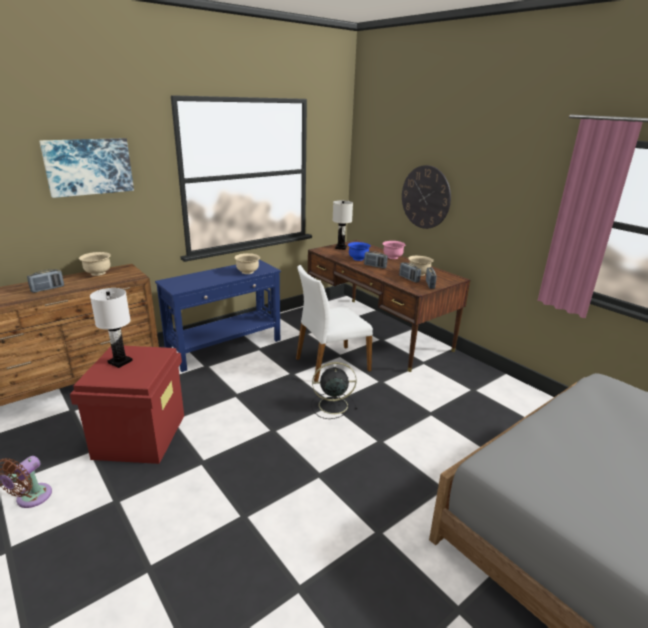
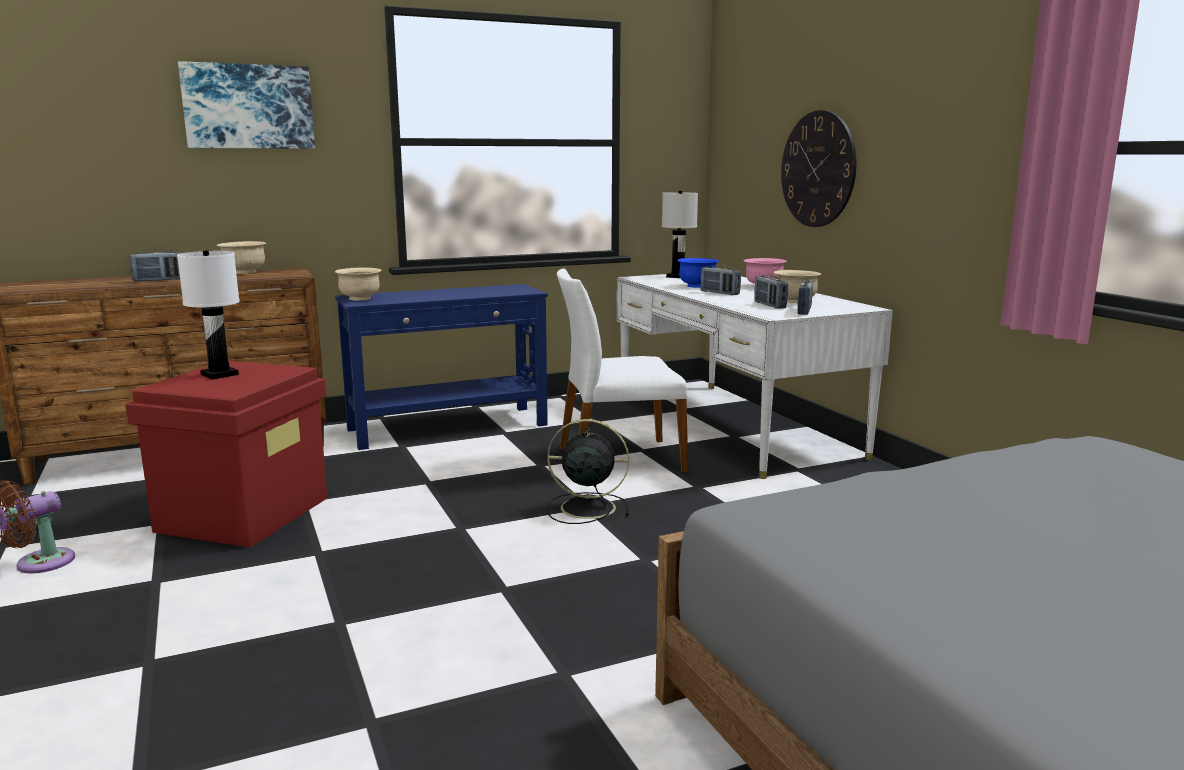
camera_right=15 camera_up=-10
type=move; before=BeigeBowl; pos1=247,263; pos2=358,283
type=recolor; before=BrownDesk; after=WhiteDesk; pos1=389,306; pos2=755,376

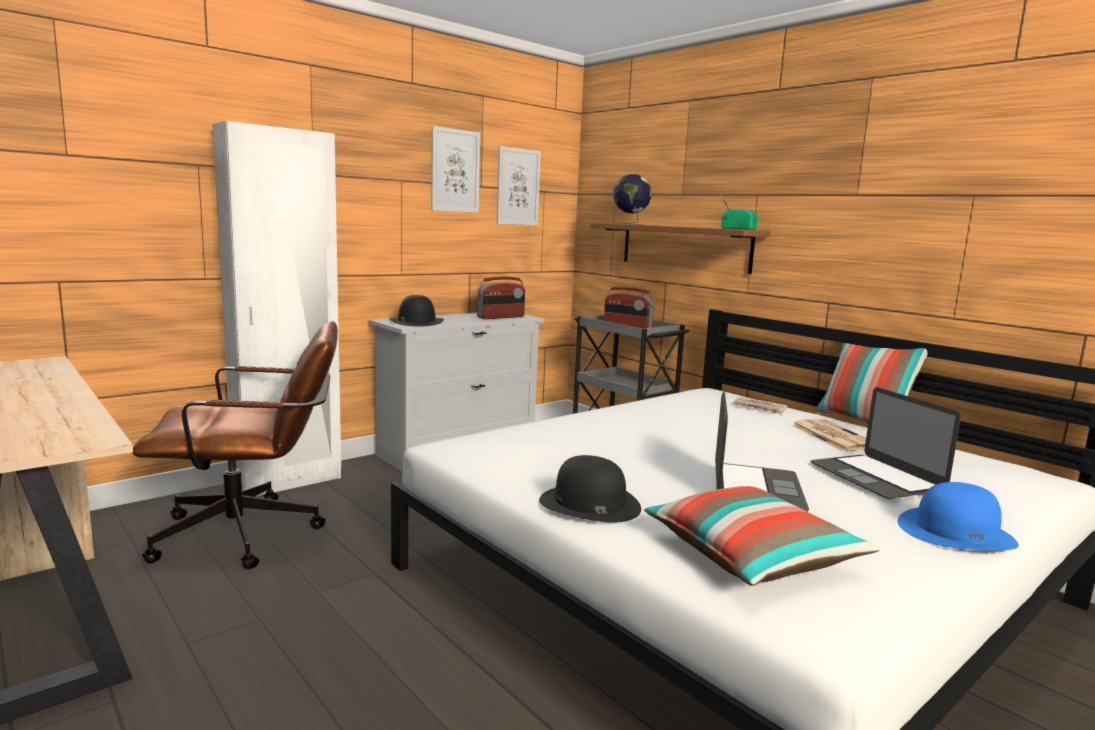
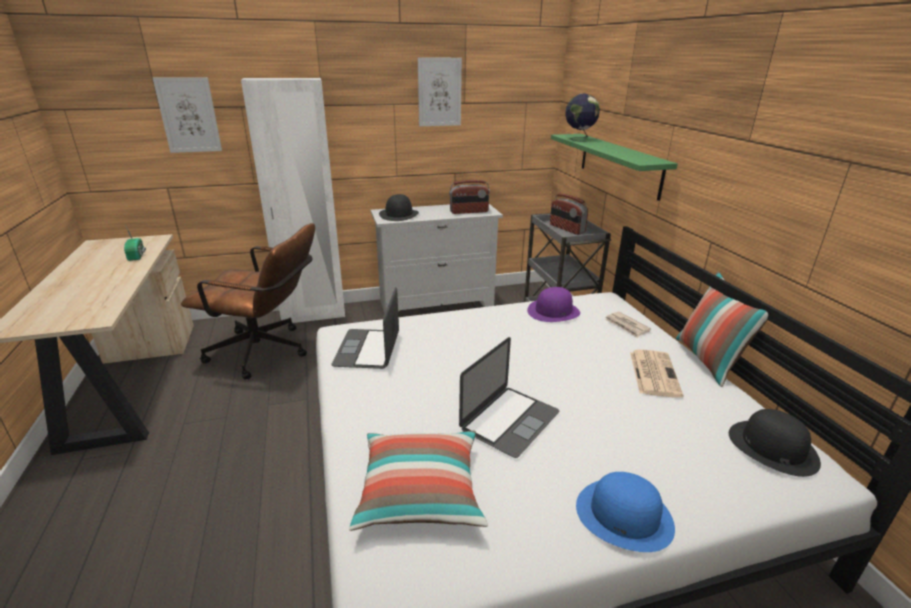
camera_right=25 camera_up=15
type=insert; after=PurpleHat; pos2=553,304
type=move; before=Picture; pos1=519,185; pos2=187,115
type=move; before=BlackHat; pos1=590,489; pos2=775,443
type=move; before=Radio; pos1=739,212; pos2=135,244
type=move; before=Laptop; pos1=886,443; pos2=365,328
type=recolor; before=BrownShelf; after=GreenShelf; pos1=680,248; pos2=614,167

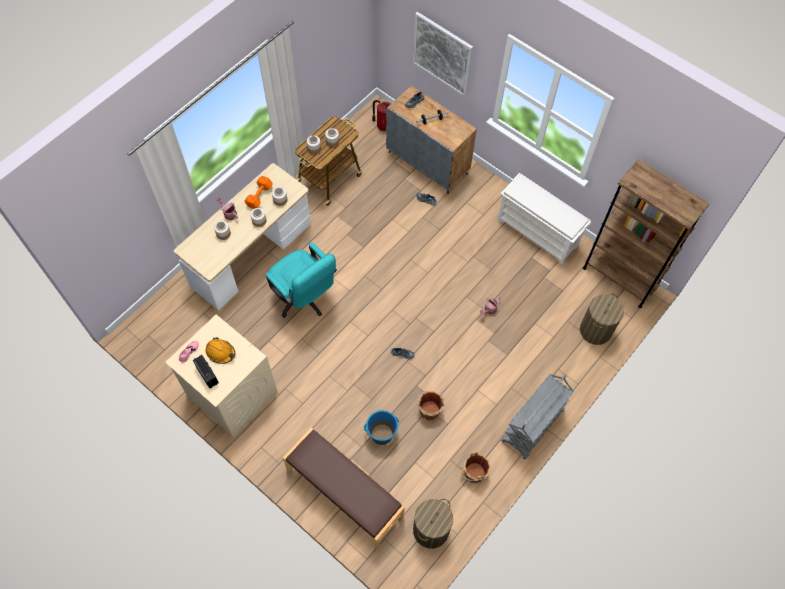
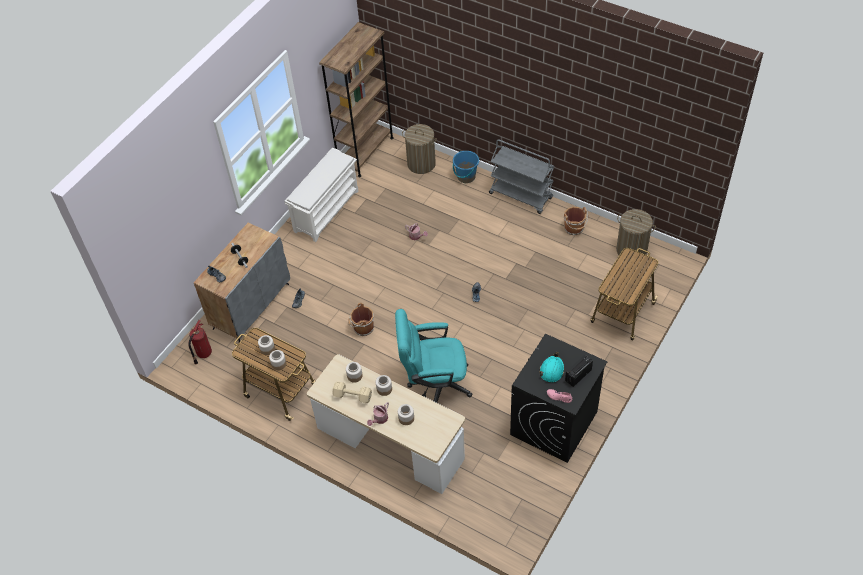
camera_right=-95 camera_up=-10
type=delete; before=Picture; pos1=443,54
type=move; before=BlueBucket; pos1=381,427; pos2=466,167
type=move; before=BrownBucket; pos1=431,405; pos2=361,319
type=replace; before=BrownBench; after=Cart; pos1=344,488; pos2=624,294
type=recolor; before=BeigeWashingMachine; after=BlackWashingMachine; pos1=221,375; pos2=559,398
type=recolor; before=OrangeHardHat; after=TurquoiseHardHat; pos1=220,350; pos2=552,367
type=recolor; before=OrangeDumbbell; after=BeigeDumbbell; pos1=259,192; pos2=352,392
type=rotate; before=TurquoiseOfficeChair; pos1=301,280; pos2=434,356; turn=-135

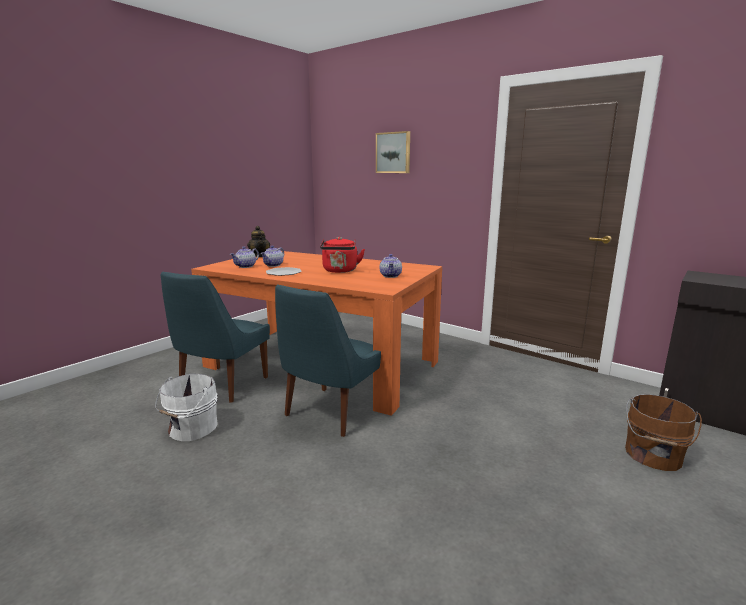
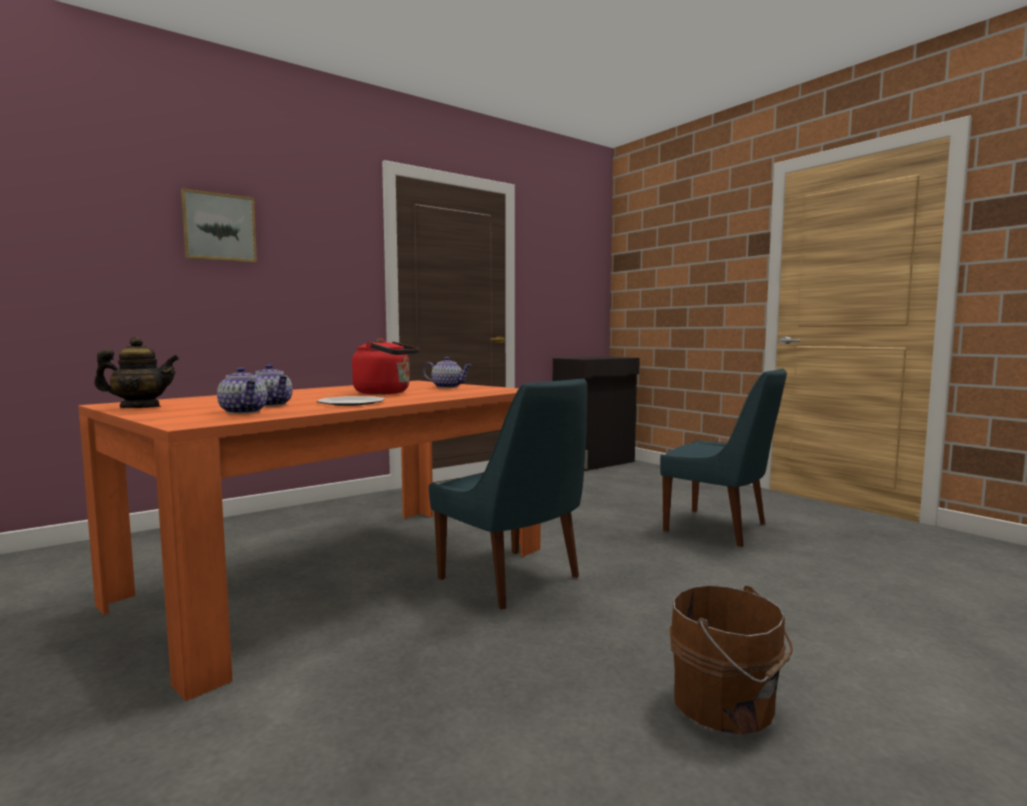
camera_right=-75 camera_up=-10
type=delete; before=WhiteBucket; pos1=186,407
type=move; before=BlueChair; pos1=215,337; pos2=723,457
type=move; before=BrownBucket; pos1=663,432; pos2=731,660

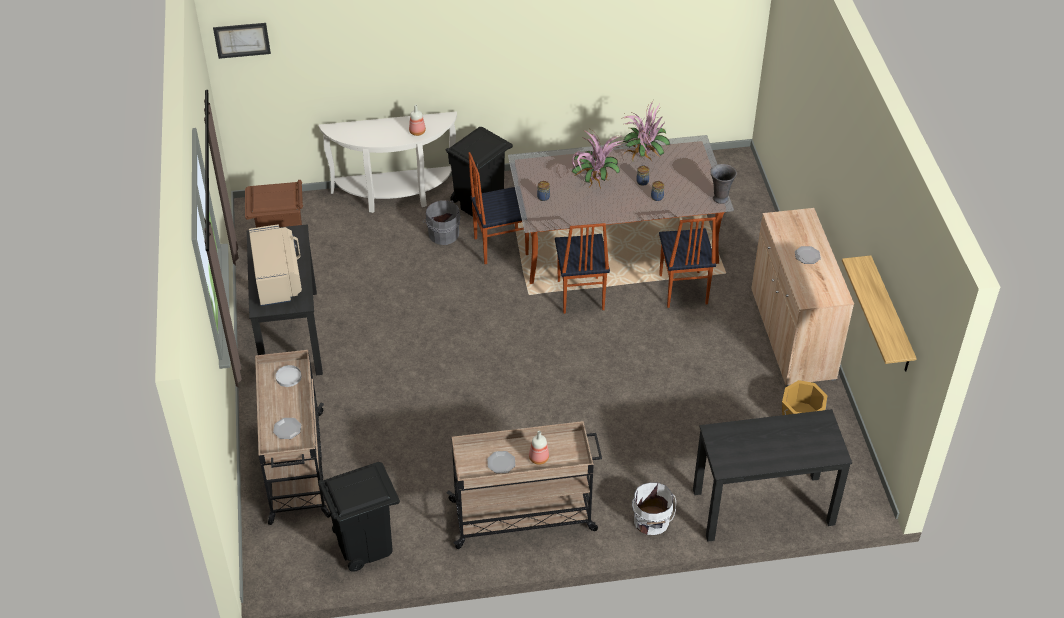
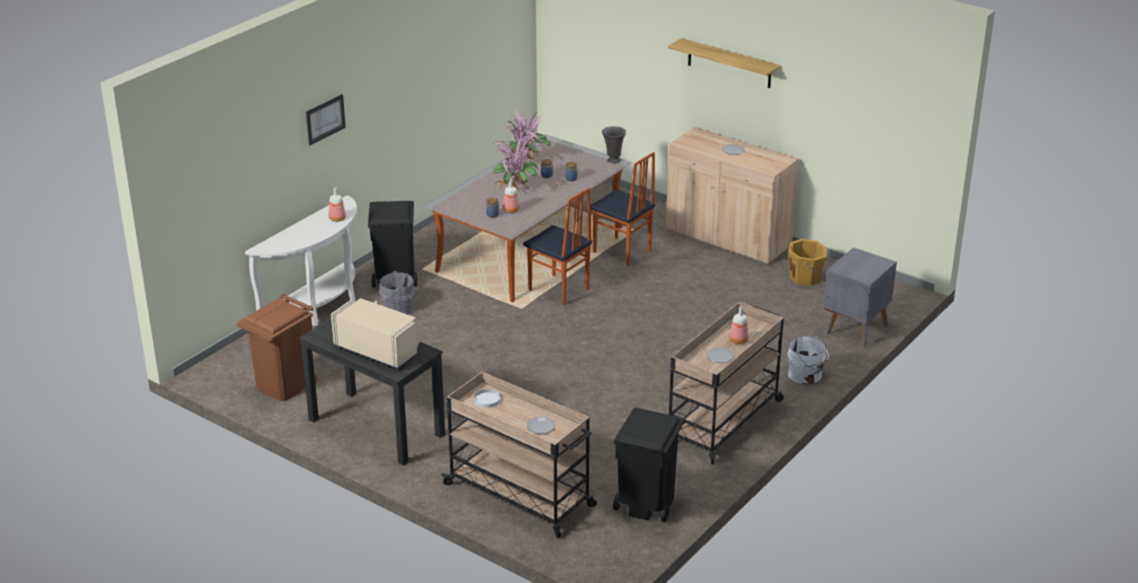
camera_right=-45 camera_up=-15
type=delete; before=Chair; pos1=499,208
type=insert; after=Bottle; pos2=511,196
type=move; before=Picture; pos1=242,41; pos2=326,119
type=move; before=Shelf; pos1=879,313; pos2=724,63
type=replace; before=BlackDesk; after=GreyNightstand; pos1=772,475; pos2=860,297

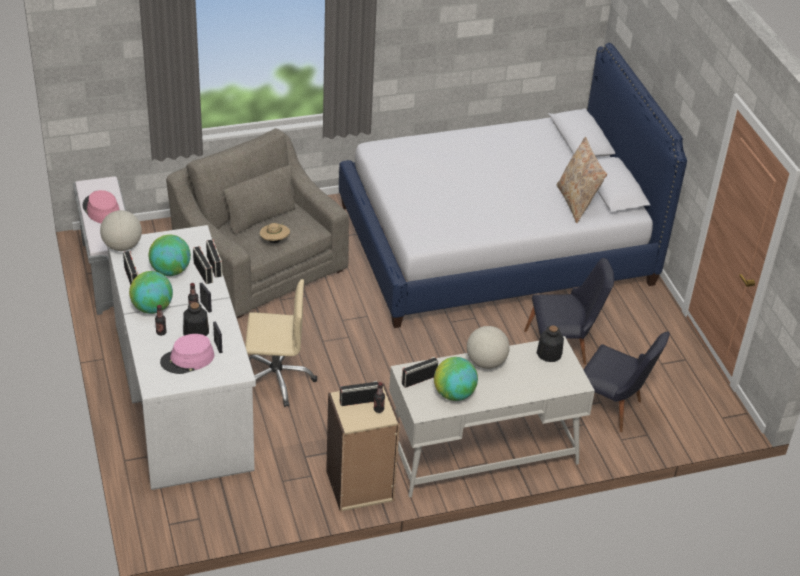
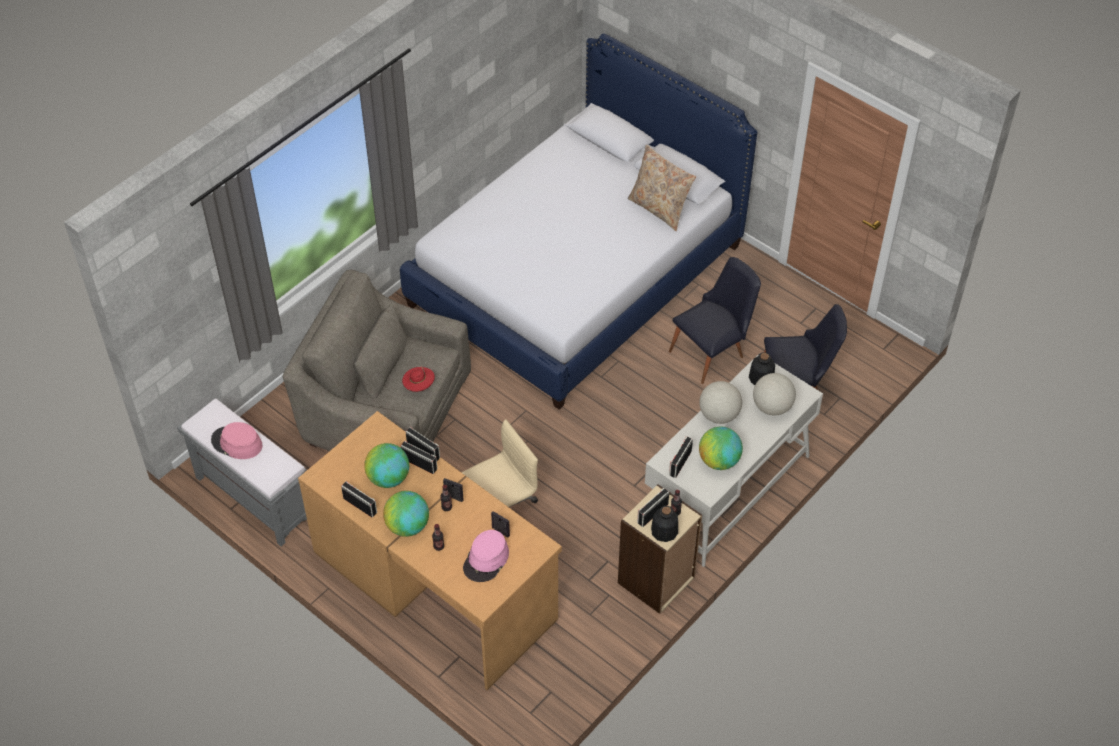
camera_right=-30 camera_up=10
type=move; before=Globe; pos1=121,230; pos2=774,394
type=move; before=Bottle; pos1=196,319; pos2=664,524
type=recolor; before=WhiteDesk; after=BrownDesk; pos1=181,357; pos2=430,550
type=recolor; before=BeigeHat; after=RedHat; pos1=275,232; pos2=418,379

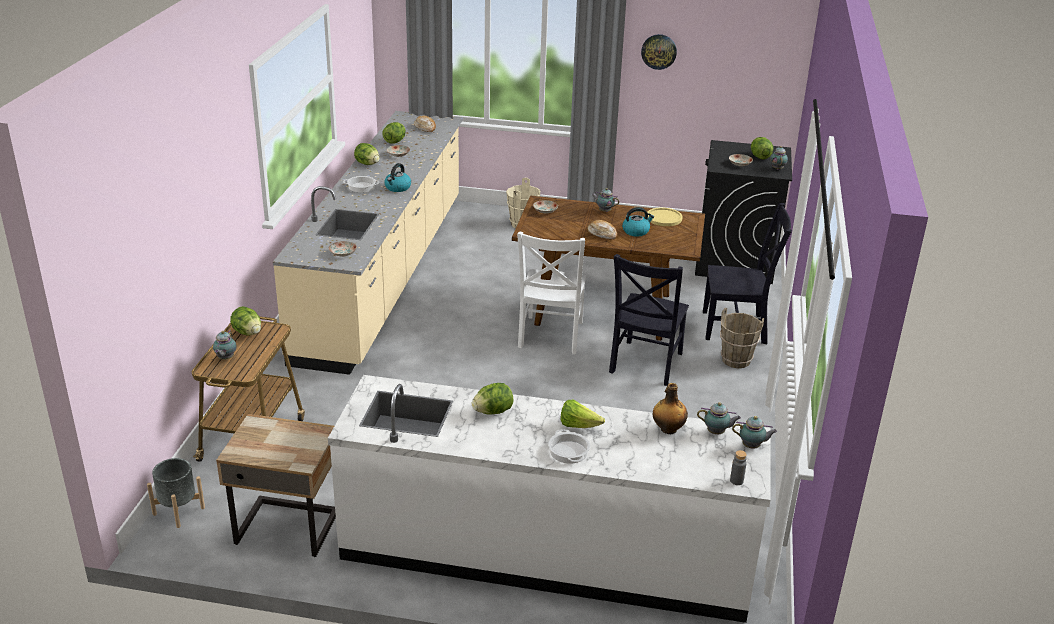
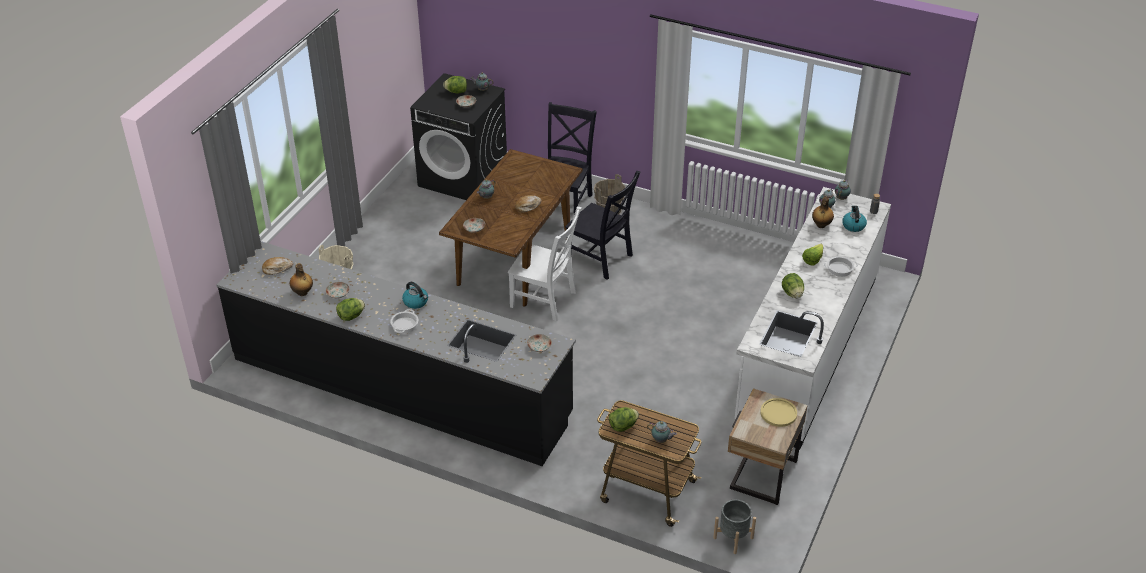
camera_right=-75 camera_up=10
type=delete; before=WallClock; pos1=659,52
type=move; before=Kettle; pos1=638,222; pos2=854,219
type=move; before=YellowPlate; pos1=665,217; pos2=778,412
type=replace; before=Lettuce; after=Bottle; pos1=394,132; pos2=301,279
type=recolor; before=BeigeCounter; after=BlackCounter; pos1=368,243; pos2=396,353

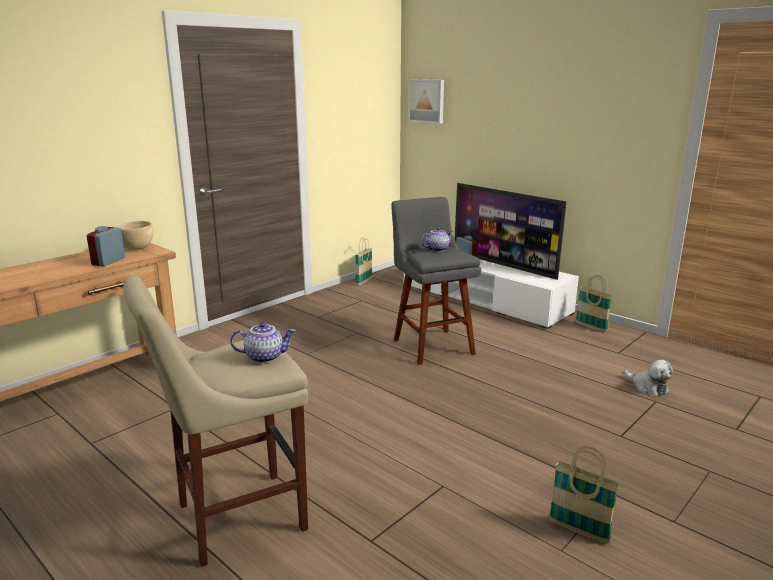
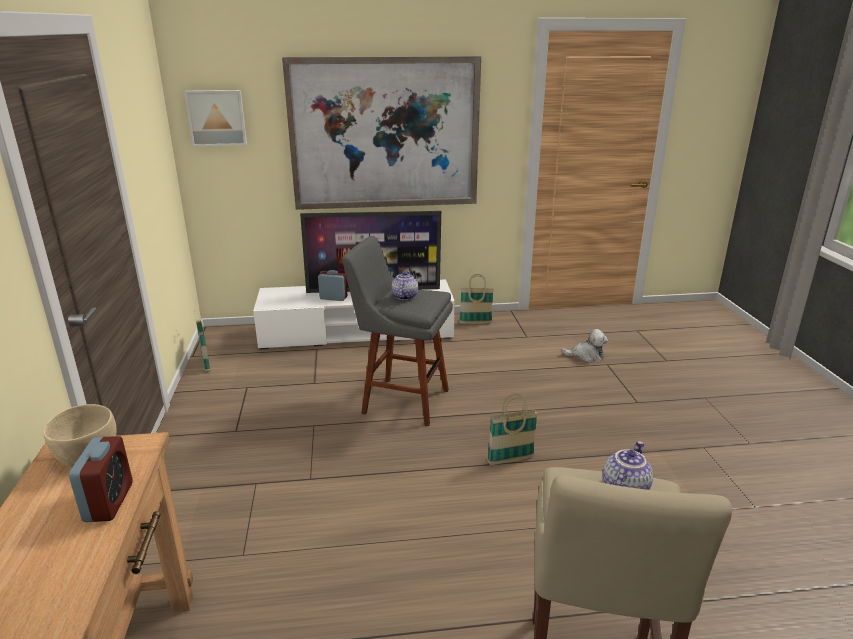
camera_right=-50 camera_up=5
type=insert; after=Picture; pos2=381,133
type=move; before=Basket; pos1=584,495; pos2=512,429
type=rotate; before=AlarmClock; pos1=106,246; pos2=101,479; turn=-150

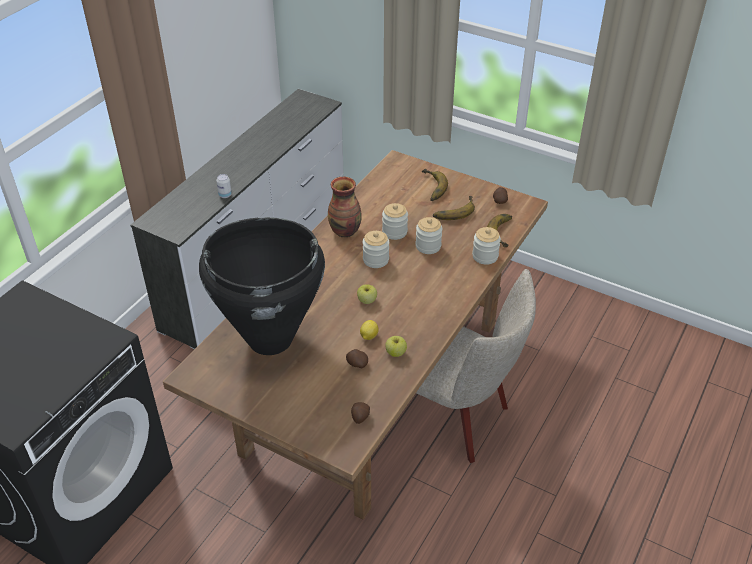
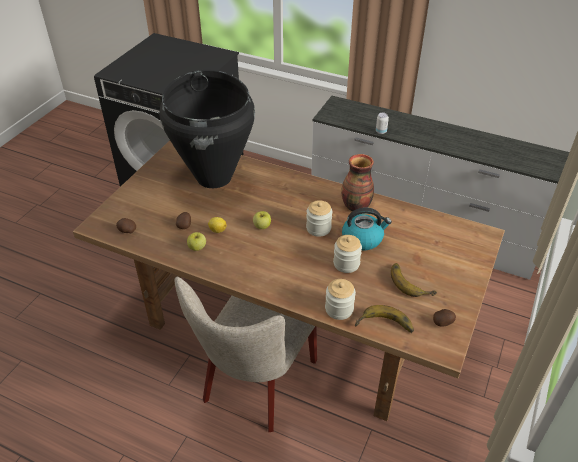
camera_right=85 camera_up=0
type=delete; before=Banana; pos1=435,185
type=replace; before=Jar; after=Kettle; pos1=395,221; pos2=367,229

